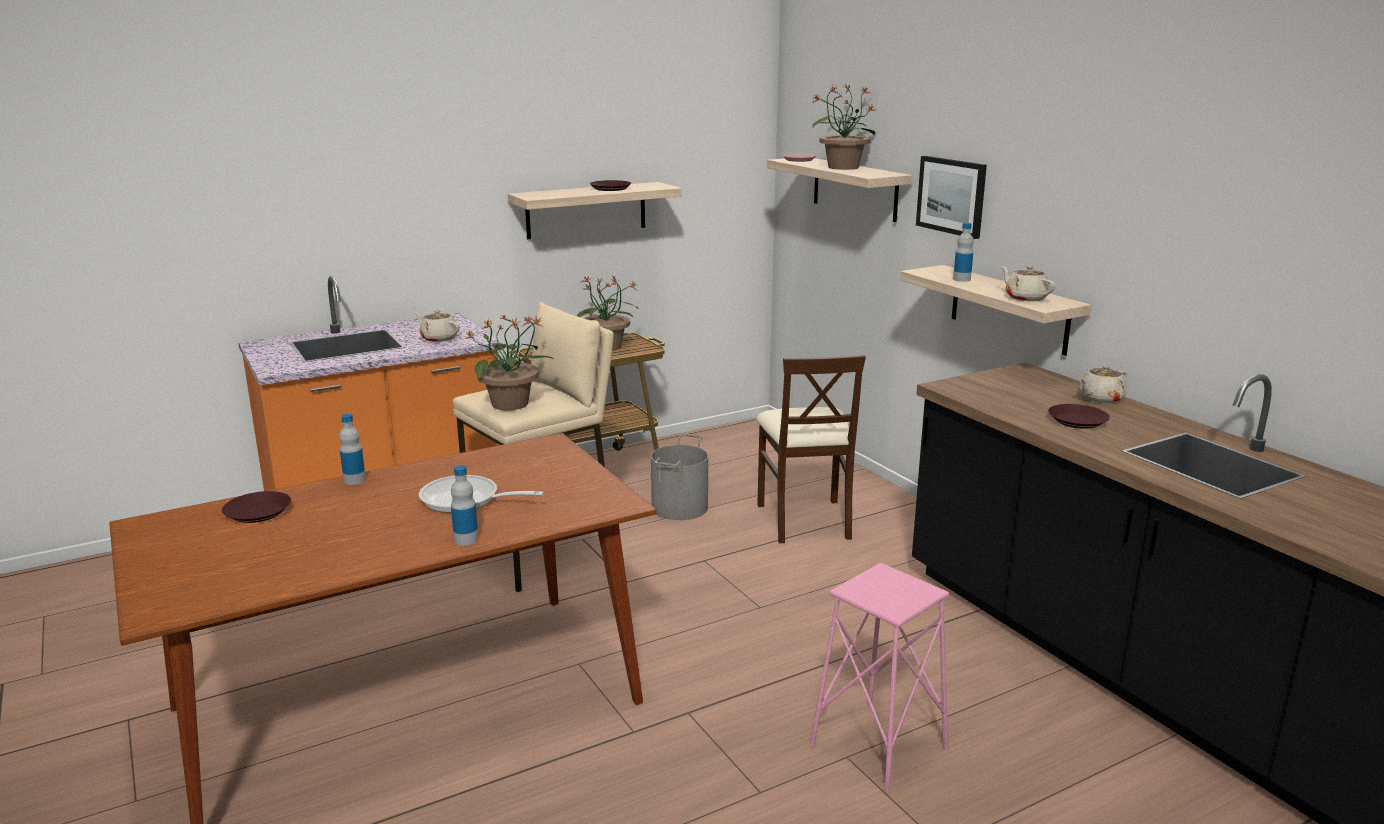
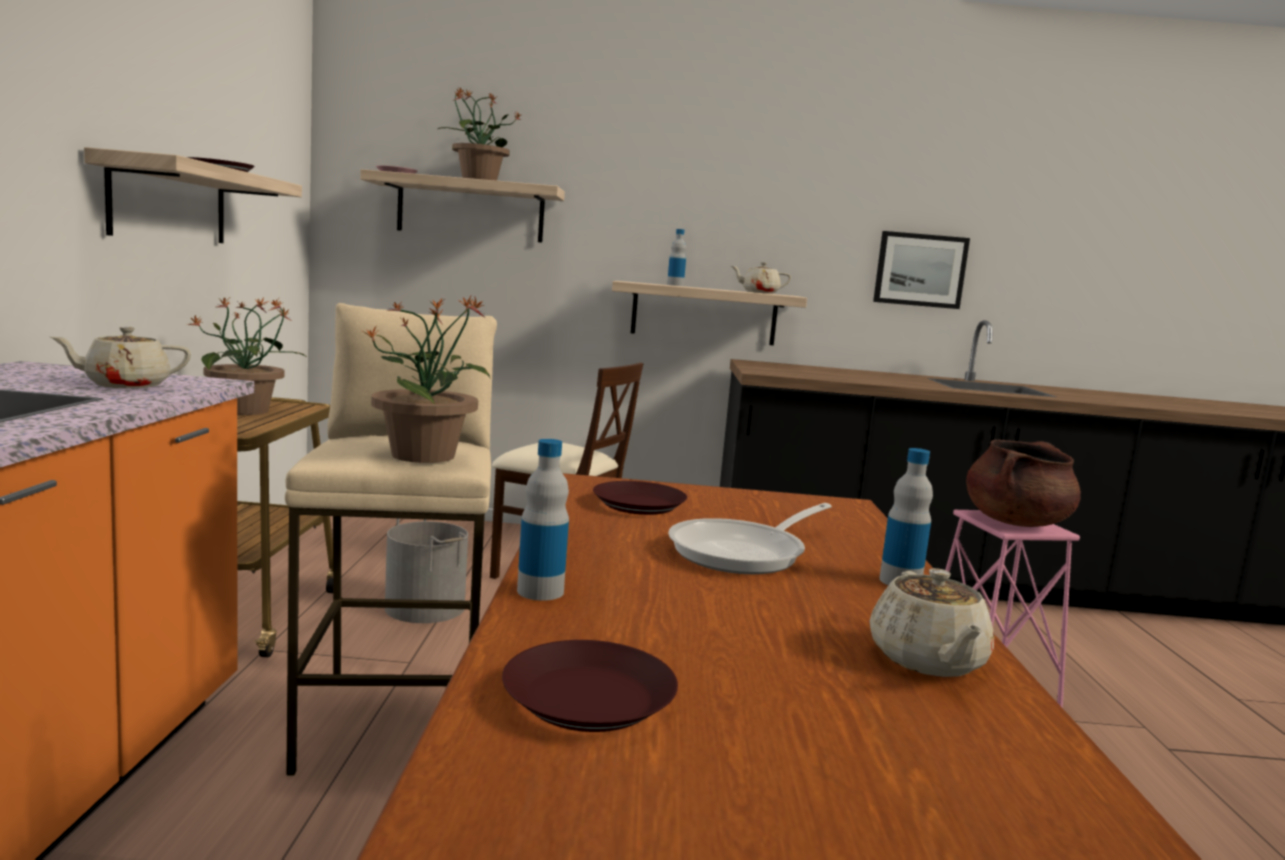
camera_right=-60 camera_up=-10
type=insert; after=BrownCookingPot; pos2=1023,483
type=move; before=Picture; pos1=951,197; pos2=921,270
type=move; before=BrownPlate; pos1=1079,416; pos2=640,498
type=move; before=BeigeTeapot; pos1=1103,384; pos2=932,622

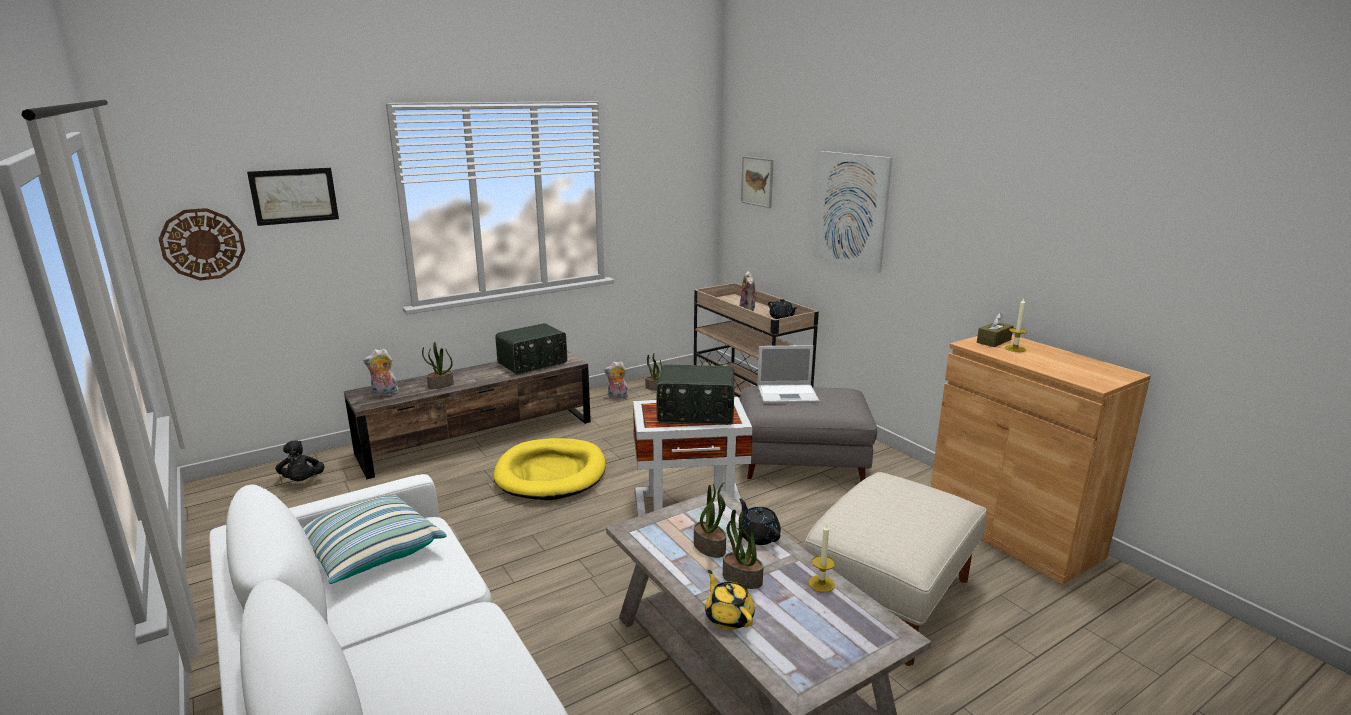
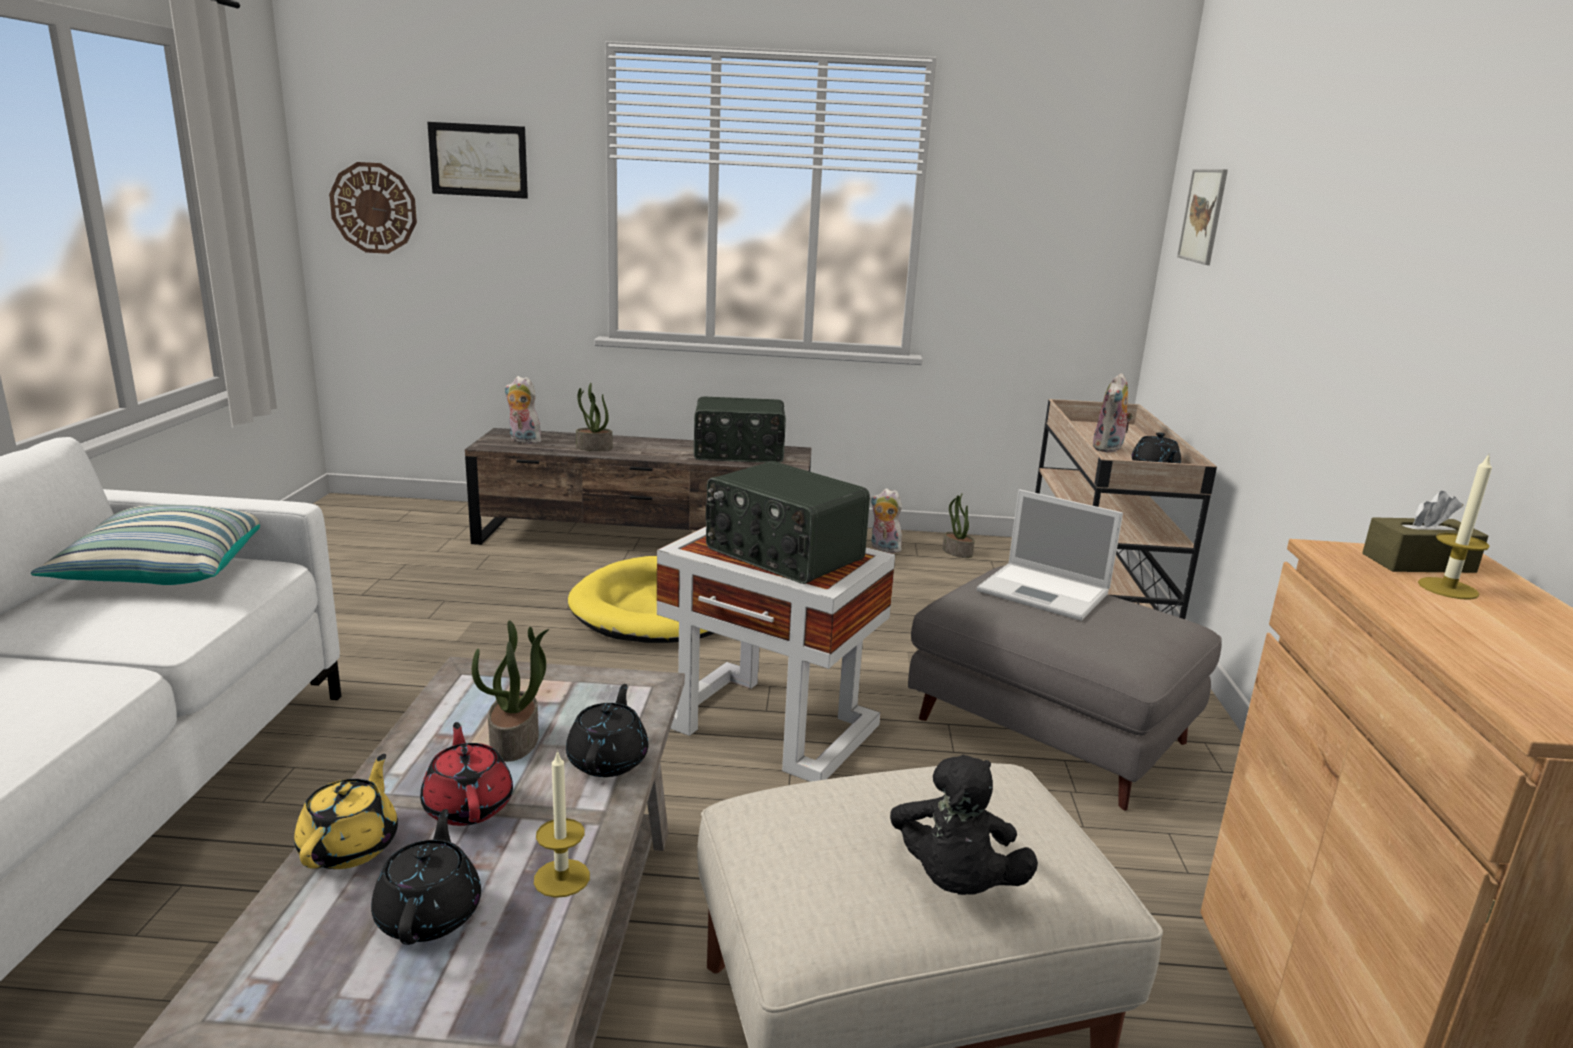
camera_right=35 camera_up=0
type=delete; before=Picture; pos1=852,212
type=insert; after=BlackTeapot; pos2=426,877
type=move; before=BlackPlushToy; pos1=299,461; pos2=964,825
type=replace; before=PottedPlant; after=RedTeapot; pos1=743,549; pos2=466,774

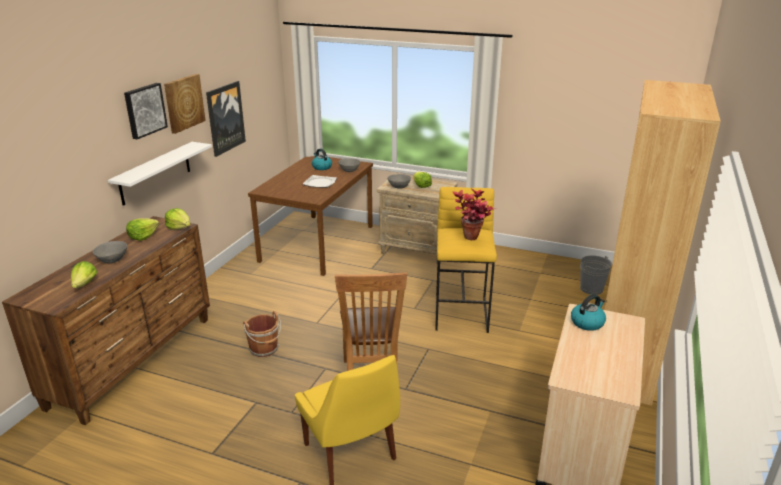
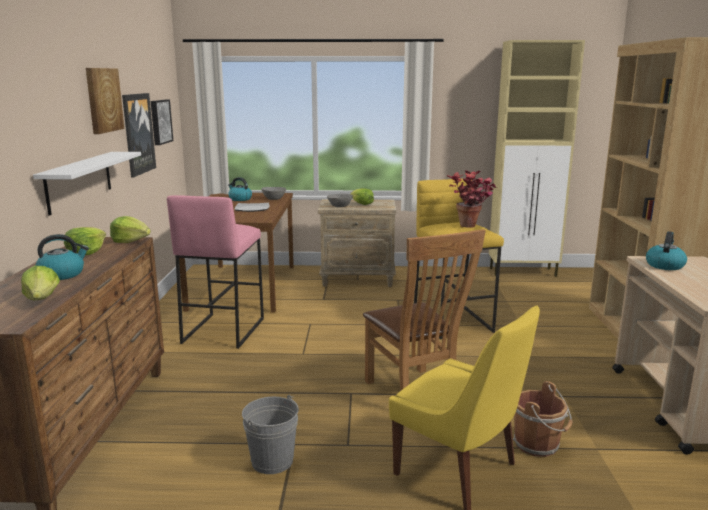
camera_right=-20 camera_up=-10
type=insert; after=PinkStool; pos2=215,272
type=insert; after=BeigeCabinet; pos2=537,158
type=move; before=Picture; pos1=146,111; pos2=162,122
type=move; before=BrownBucket; pos1=262,334; pos2=543,419
type=move; before=GreyBucket; pos1=596,275; pos2=270,434
type=replace; before=GreyBowl; after=Kettle; pos1=109,252; pos2=62,257

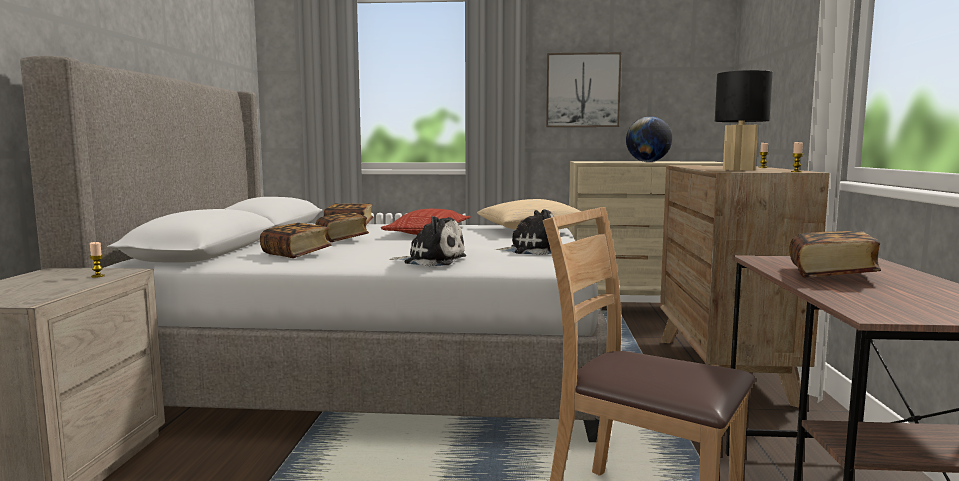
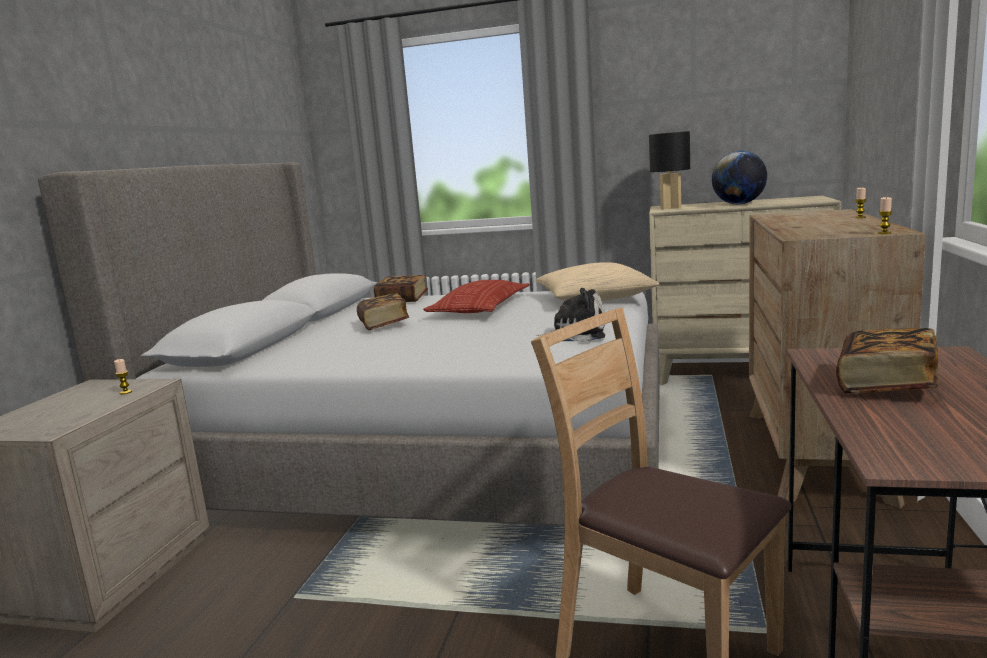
camera_right=10 camera_up=5
type=delete; before=Book; pos1=295,240
type=delete; before=PlushToy; pos1=428,241
type=delete; before=Picture; pos1=583,89
type=move; before=BlackTableLamp; pos1=744,120; pos2=669,170

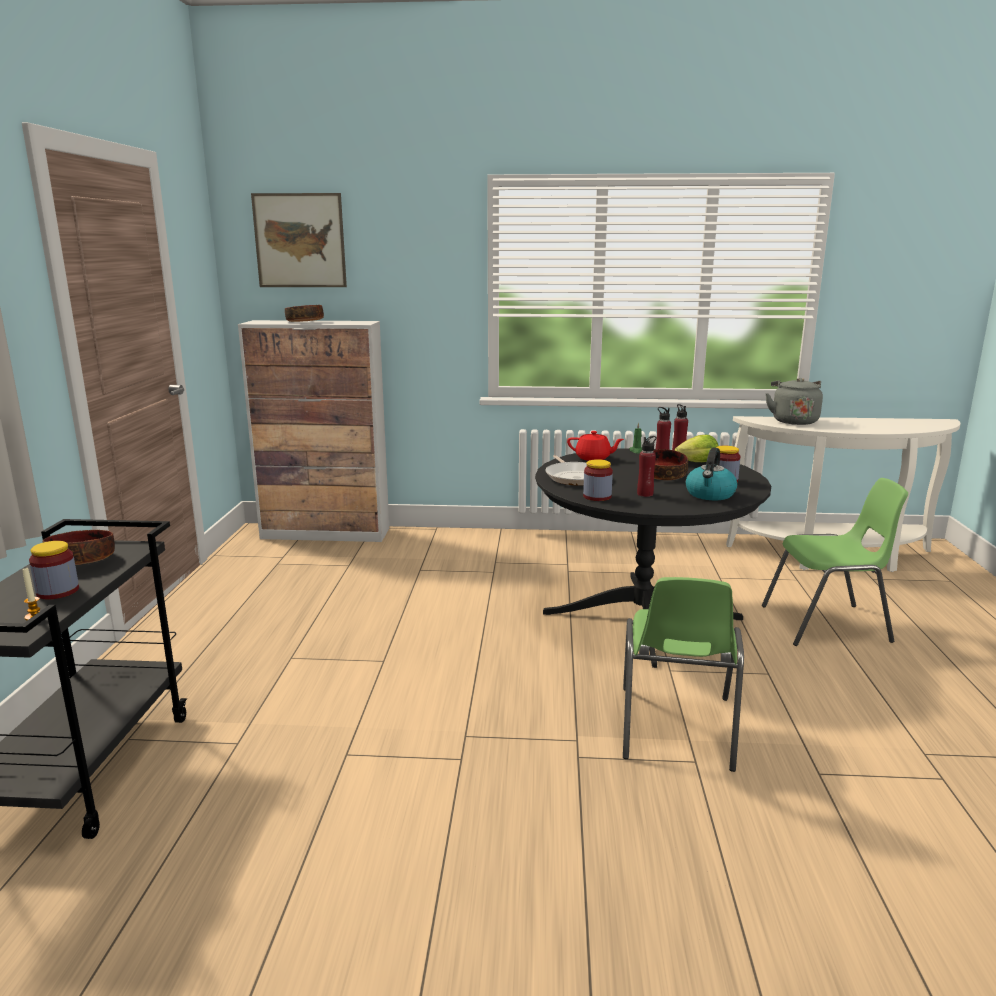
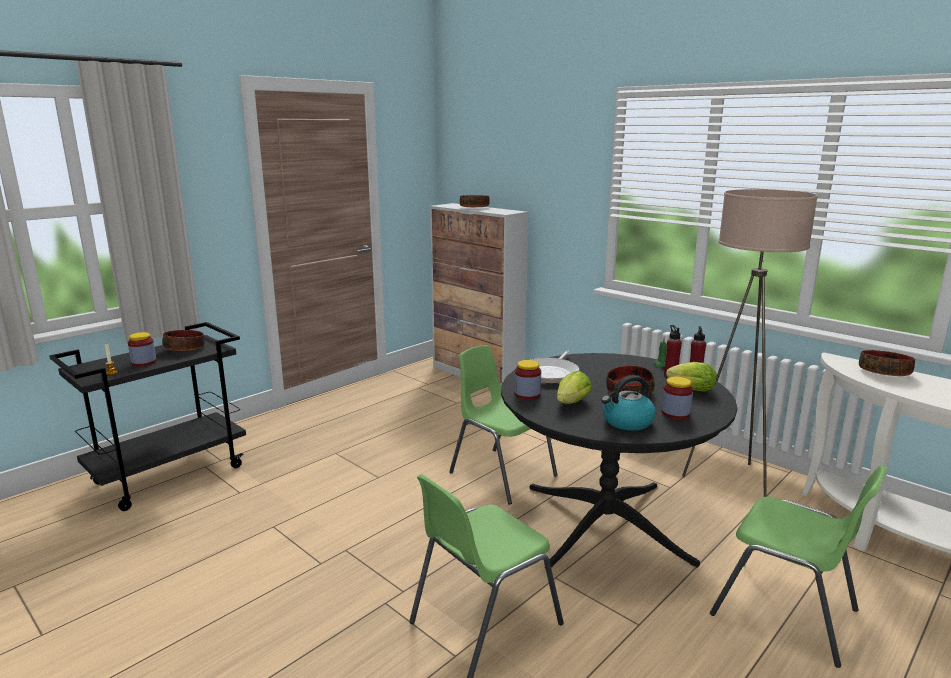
camera_right=40 camera_up=0
type=delete; before=Picture; pos1=299,240
type=delete; before=RedTeapot; pos1=595,446
type=insert; after=GreenChair; pos2=503,425
type=insert; after=BeigeFloorLamp; pos2=750,343
type=replace; before=RedBottle; after=Lettuce; pos1=647,466; pos2=574,387
type=replace; before=GreyKettle; after=Bowl; pos1=794,401; pos2=887,363

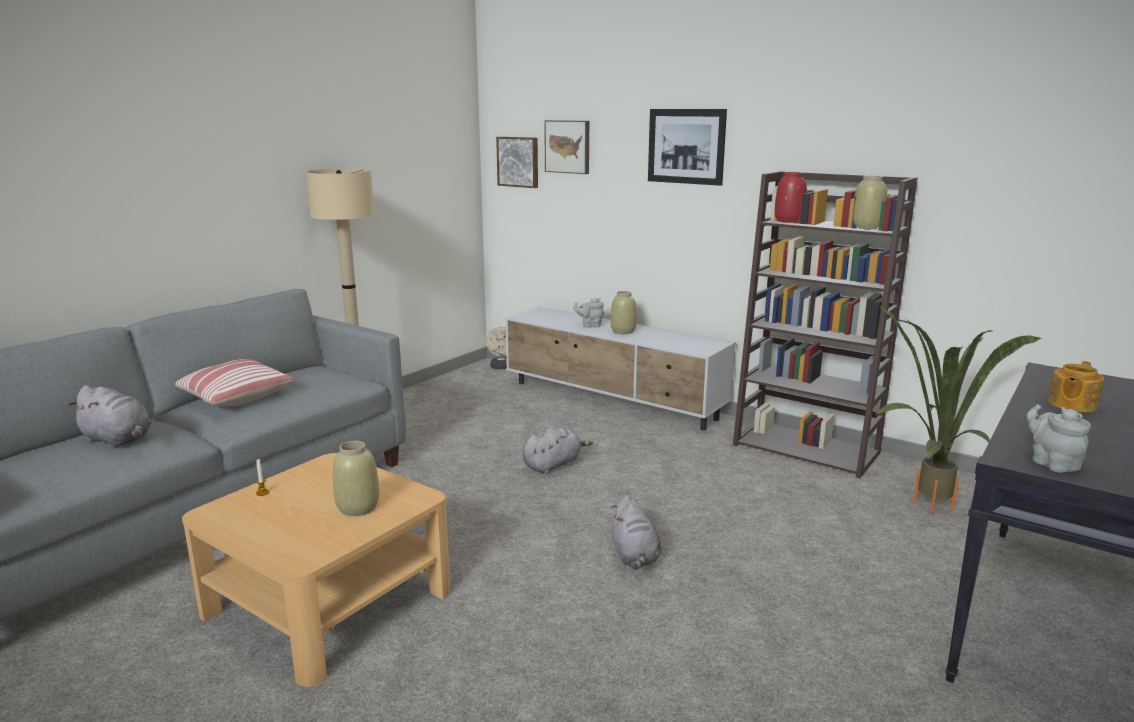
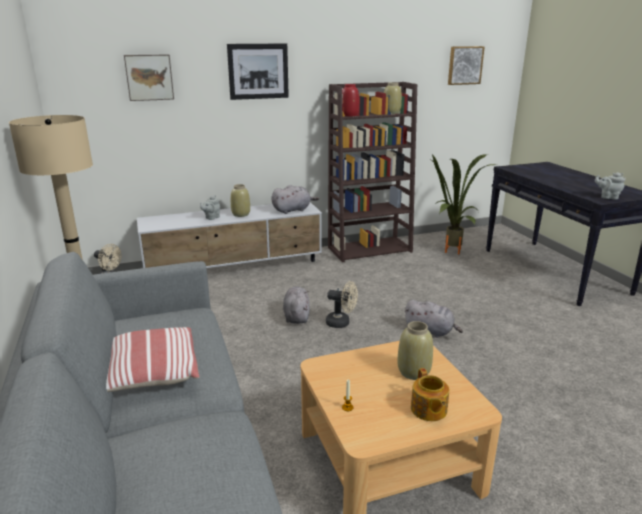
camera_right=-55 camera_up=5
type=insert; after=BeigeFan; pos2=342,304
type=move; before=GreyPlushToy; pos1=109,416; pos2=295,199
type=move; before=Picture; pos1=517,162; pos2=466,65
type=move; before=Teapot; pos1=1076,386; pos2=430,394

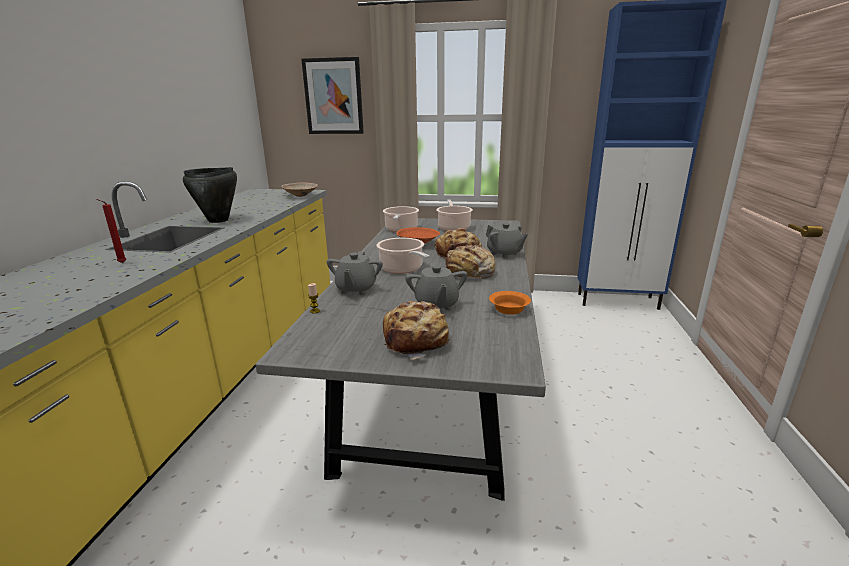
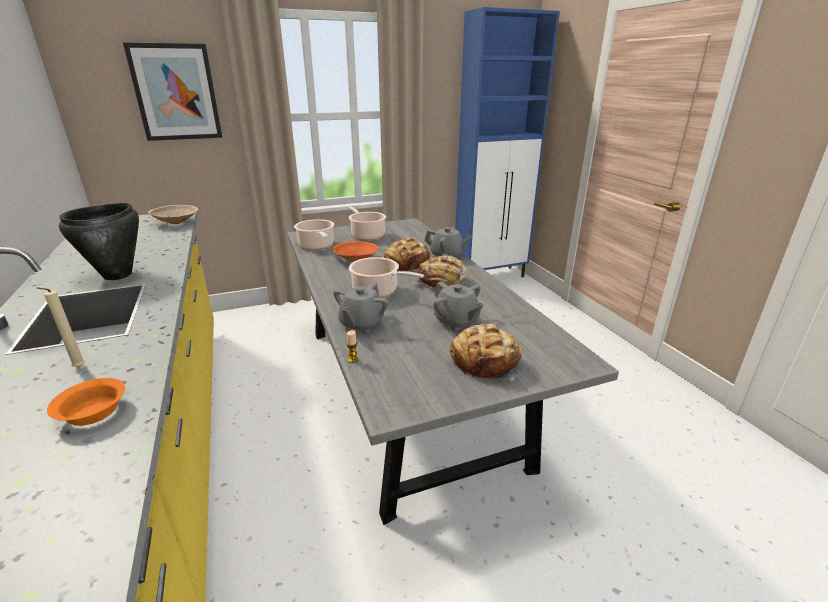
camera_right=-30 camera_up=5
type=move; before=OrangeBowl; pos1=510,303; pos2=86,402
type=recolor; before=RedCandle; after=BeigeCandle; pos1=111,231; pos2=60,327
type=rotate; before=GreyTeapot; pos1=355,273; pos2=361,308; turn=45

